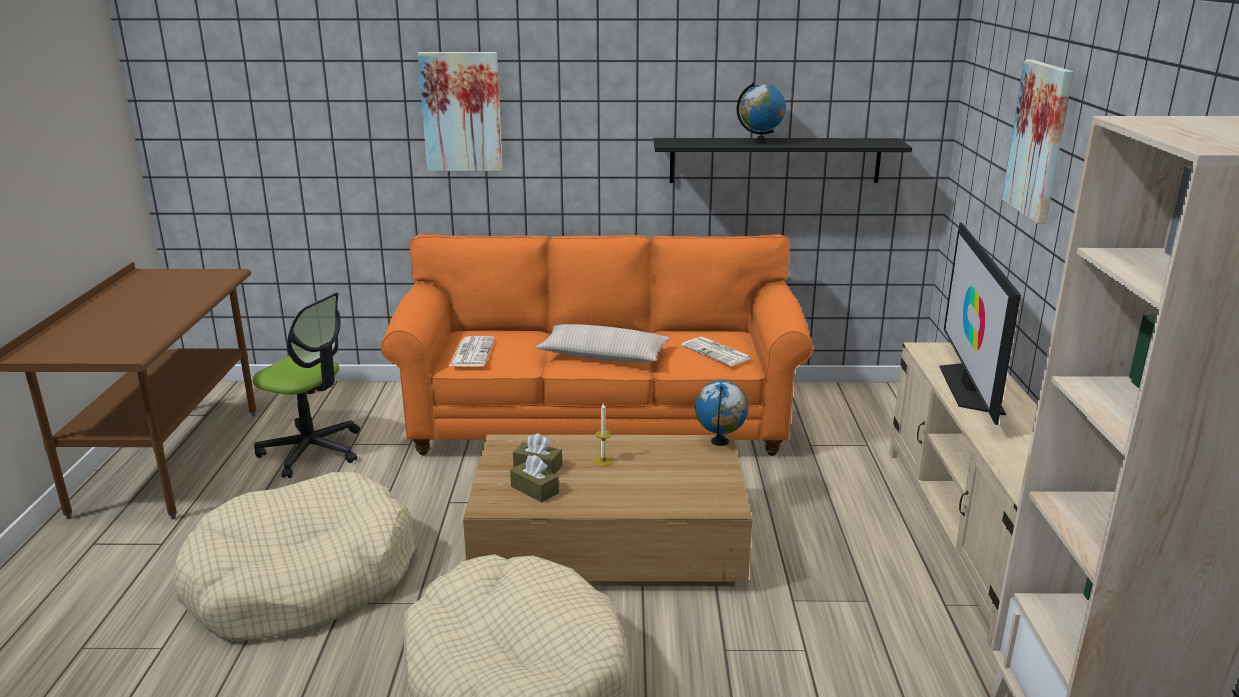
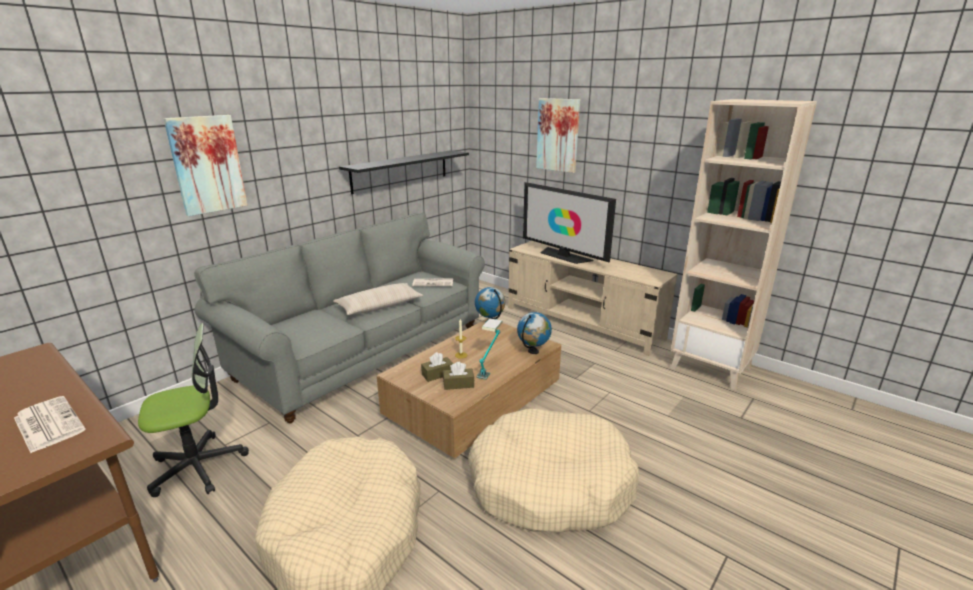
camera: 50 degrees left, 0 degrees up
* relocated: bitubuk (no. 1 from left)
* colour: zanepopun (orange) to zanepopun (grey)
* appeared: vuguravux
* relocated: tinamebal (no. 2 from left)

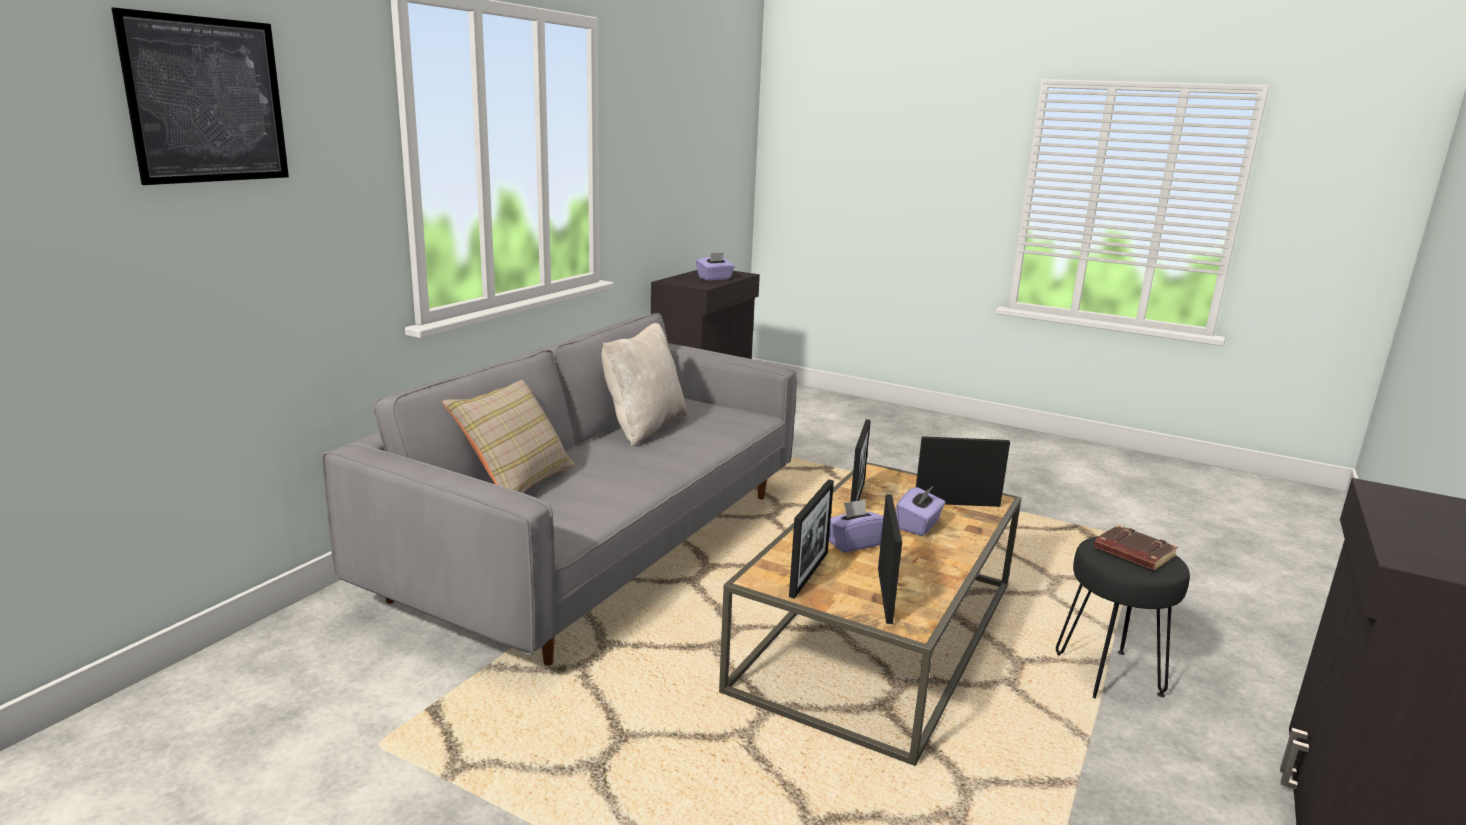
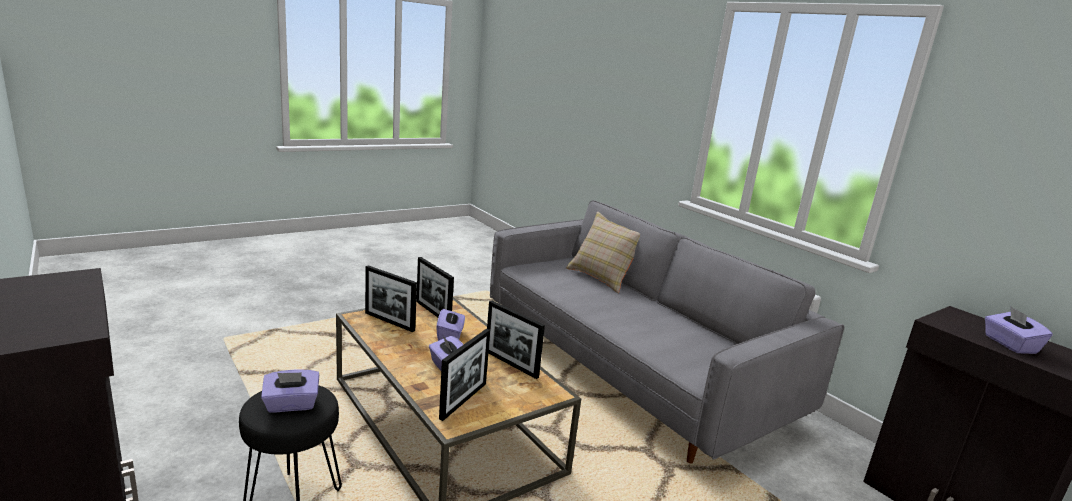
camera: 115 degrees right, 0 degrees up
* exchanged: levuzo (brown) to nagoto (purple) (no. 1 from left)
* missing: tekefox
* missing: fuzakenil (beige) (no. 2 from left)

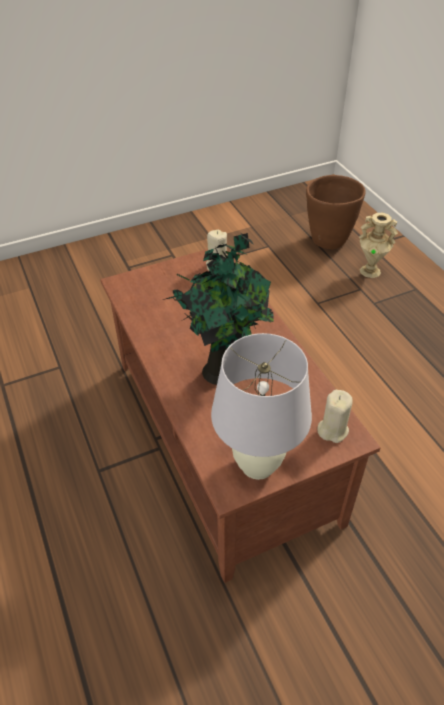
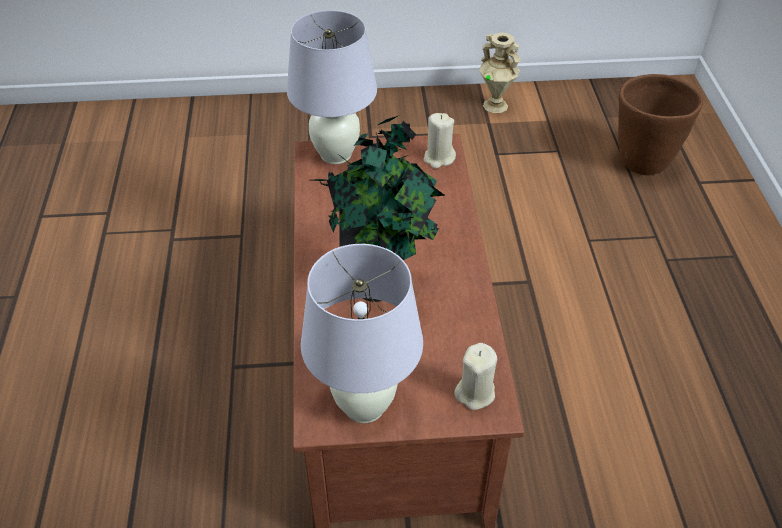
camera: 20 degrees right, 0 degrees up
* appeared: vuguravux (white) (no. 1 from left)
* relocated: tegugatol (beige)

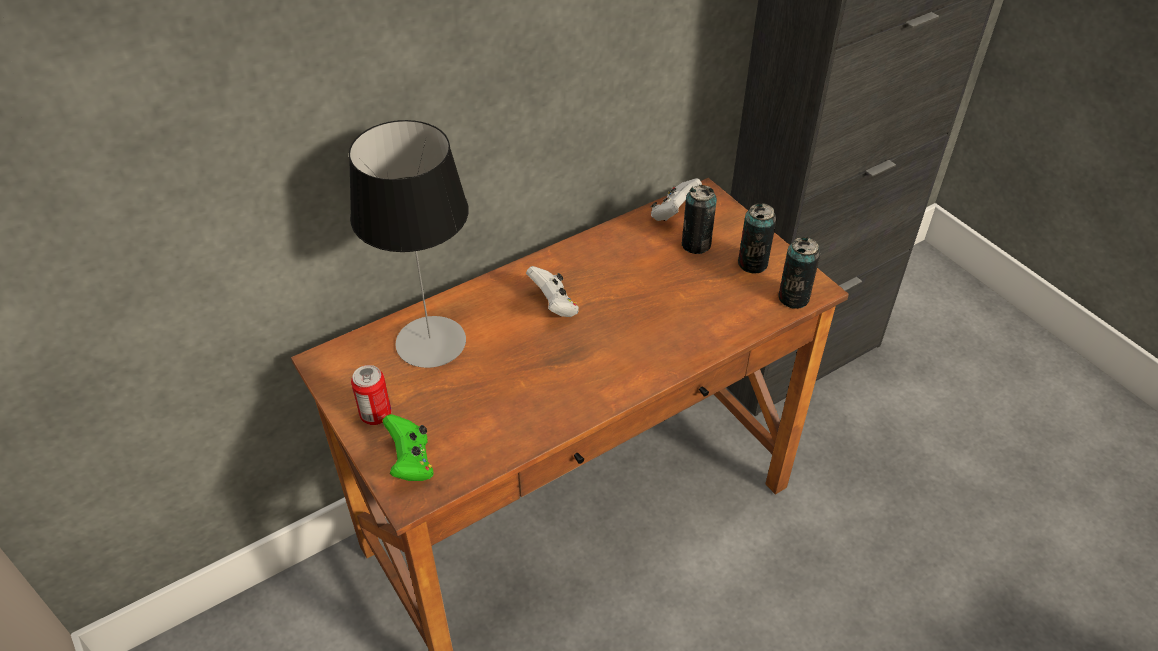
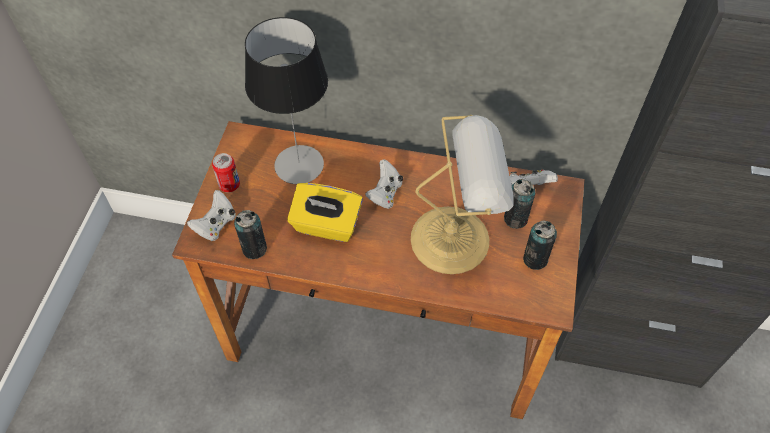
camera: 45 degrees right, 10 degrees up
* colour: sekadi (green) to sekadi (white) (no. 1 from left)
* relocated: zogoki (no. 4 from left in the first image) to zogoki (no. 2 from left)
* appeared: nagoto (yellow)
* appeared: vuguravux (no. 2 from left)

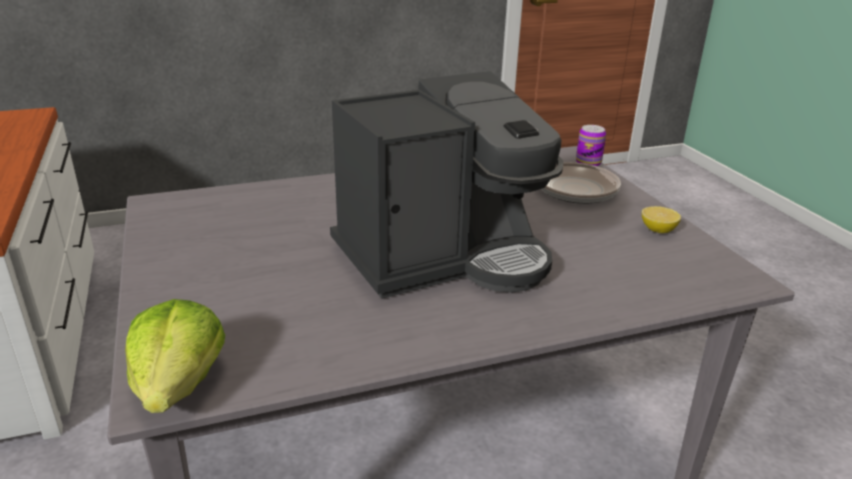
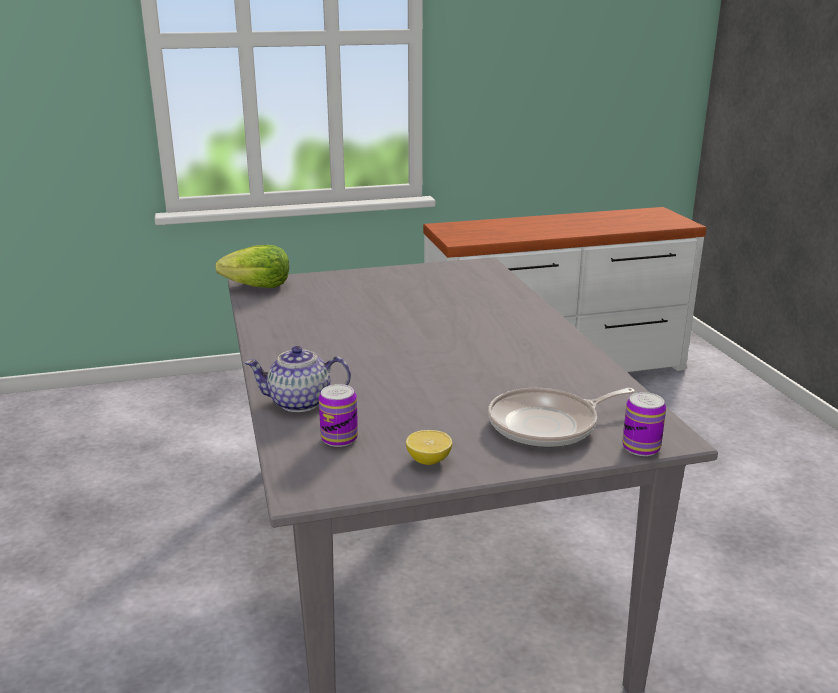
camera: 95 degrees right, 5 degrees down
* appeared: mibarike
* appeared: zogoki (no. 1 from left)
* missing: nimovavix

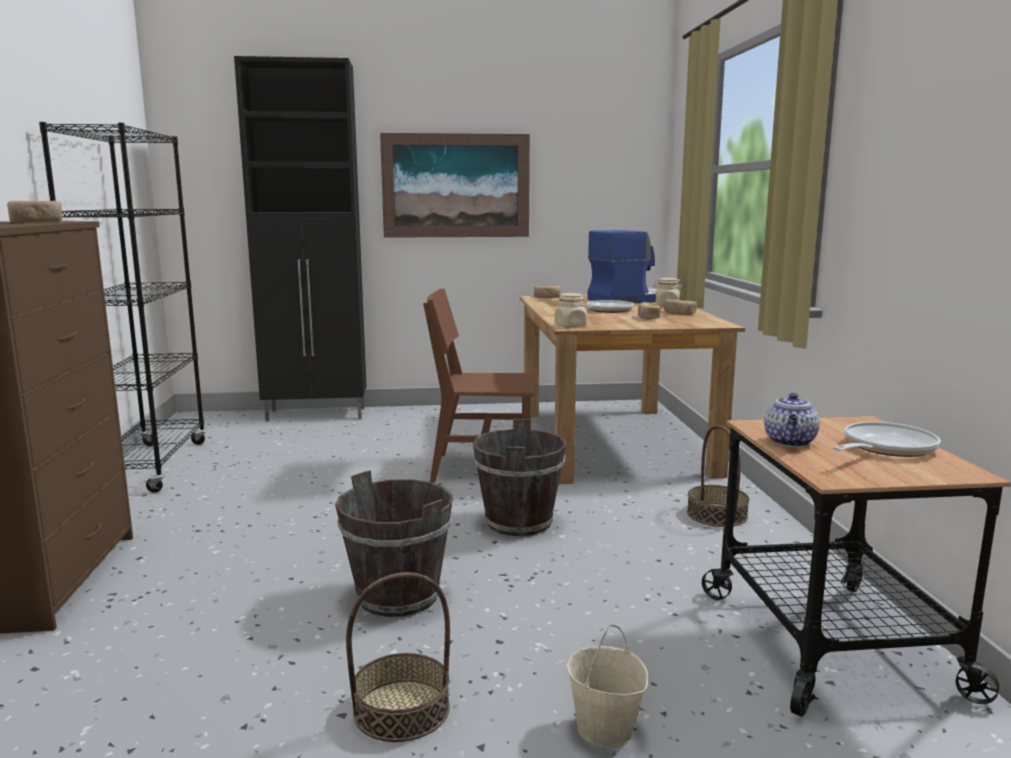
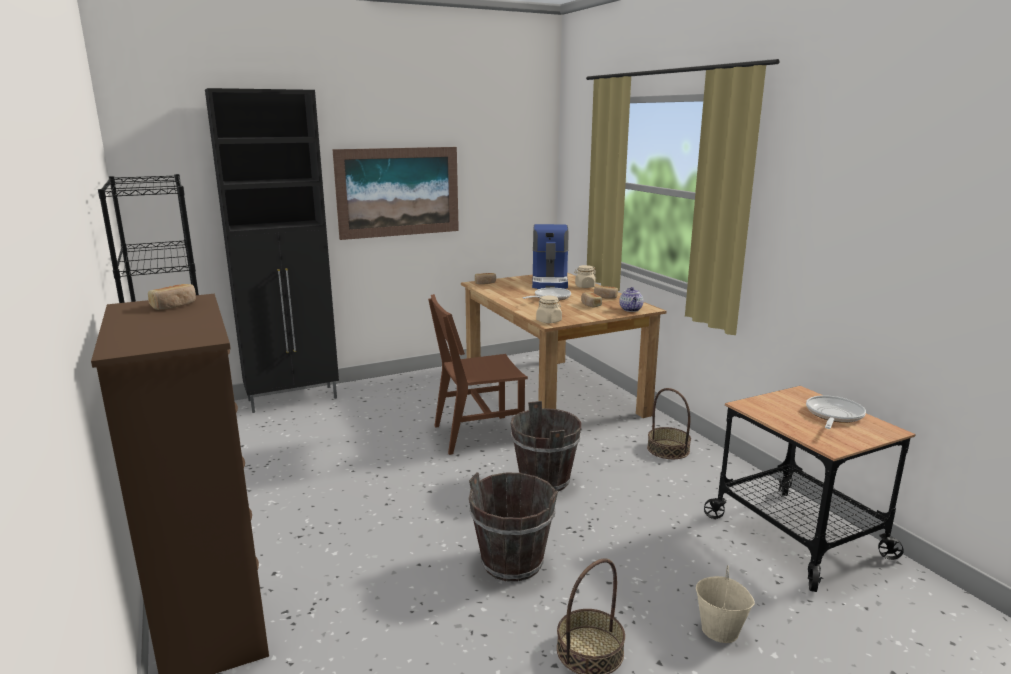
camera: 20 degrees left, 5 degrees up
* spun: nimovavix 135 degrees clockwise
* relocated: mibarike

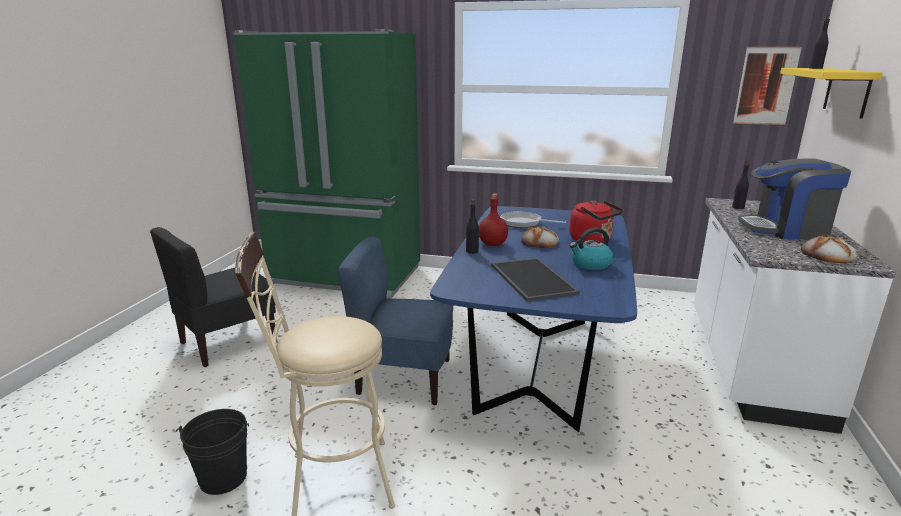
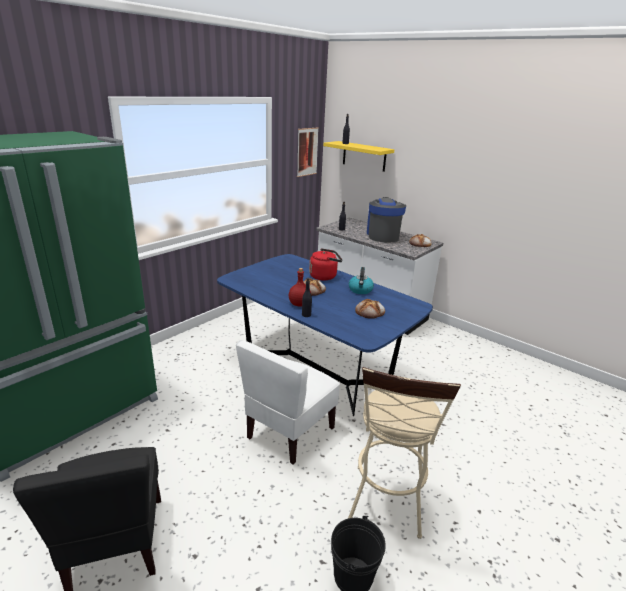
camera: 65 degrees left, 5 degrees up
* colour: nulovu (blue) to nulovu (white)
* exchanged: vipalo to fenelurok (no. 2 from left)
* spun: nimovavix 150 degrees clockwise
* missing: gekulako

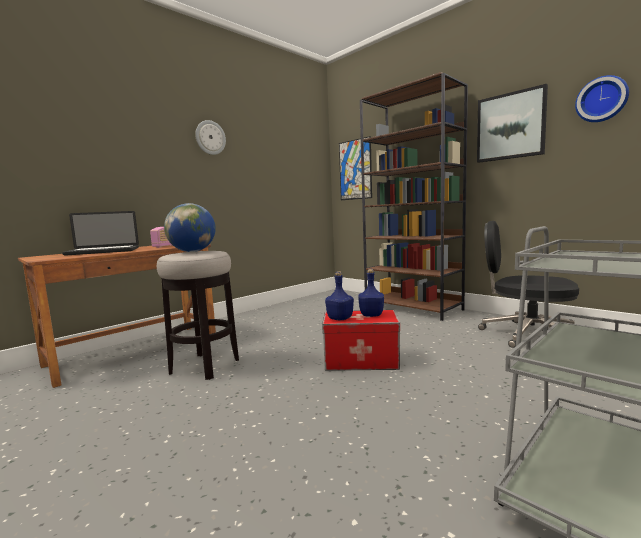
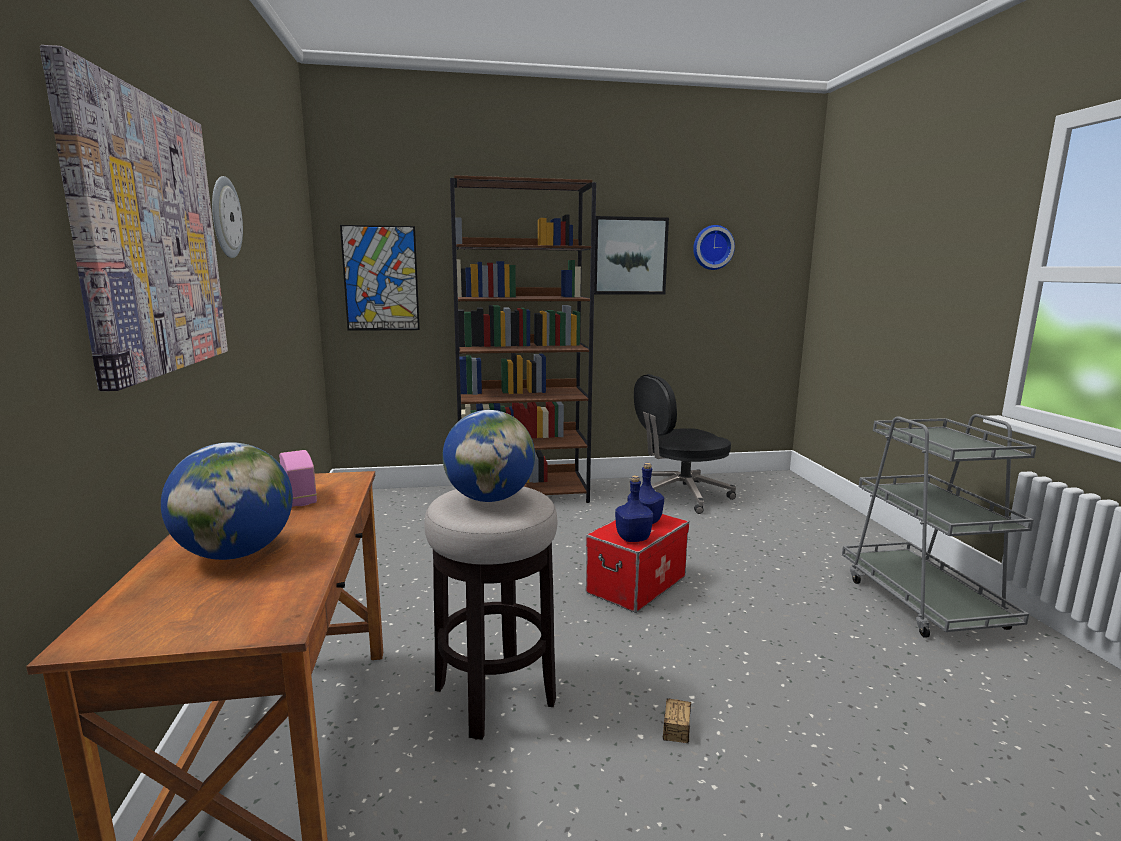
camera: 55 degrees left, 5 degrees up
* appeared: tekefox (no. 1 from left)
* exchanged: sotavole to tinamebal (no. 1 from left)
* appeared: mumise (no. 2 from left)

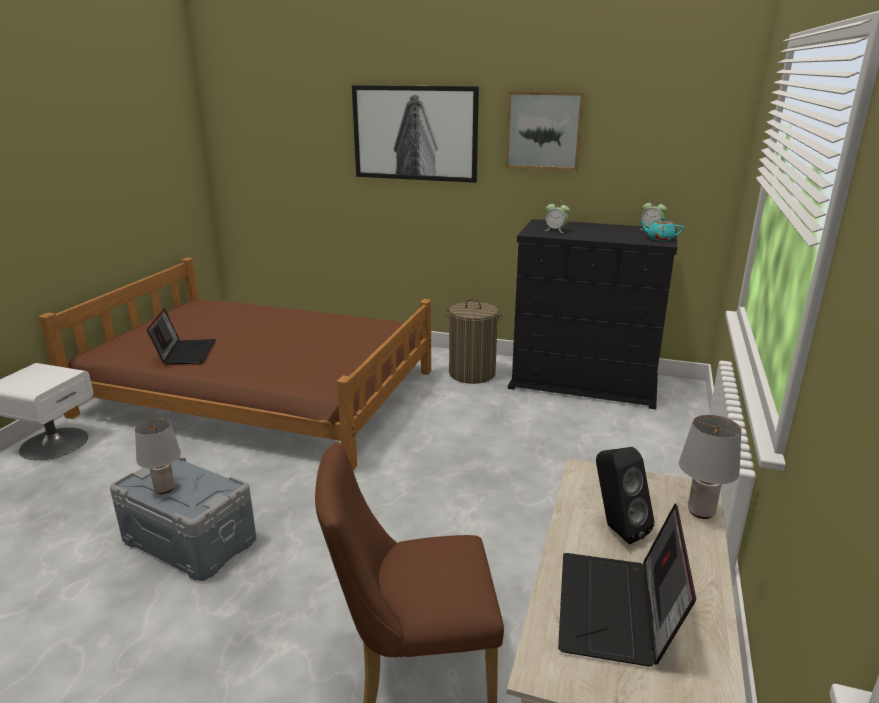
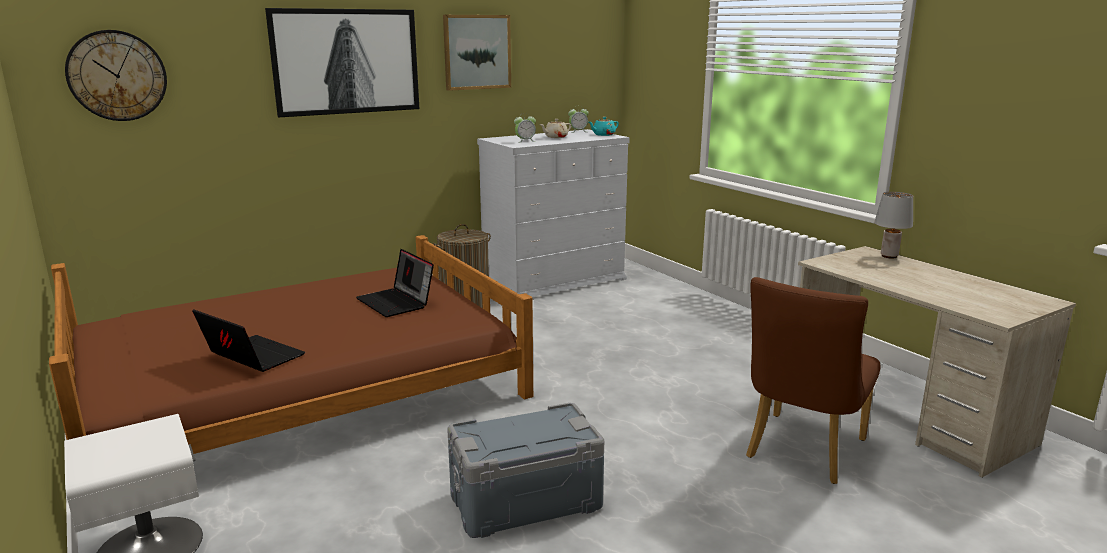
camera: 50 degrees left, 5 degrees down
* appeared: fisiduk
* relocated: sotavole (no. 2 from left)
* colour: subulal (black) to subulal (white)
* appeared: mibarike (beige)
* missing: vuguravux (grey) (no. 1 from left)
* missing: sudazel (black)

